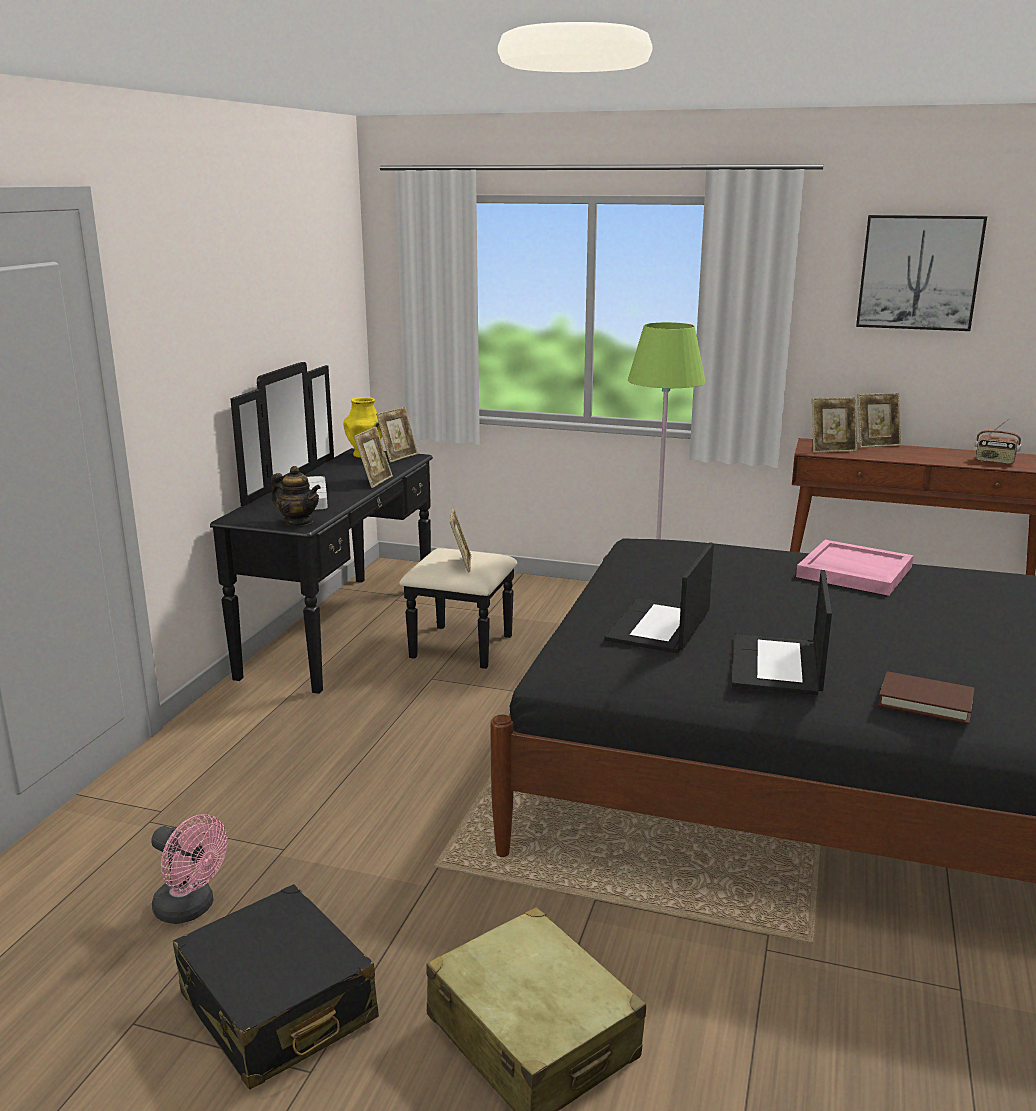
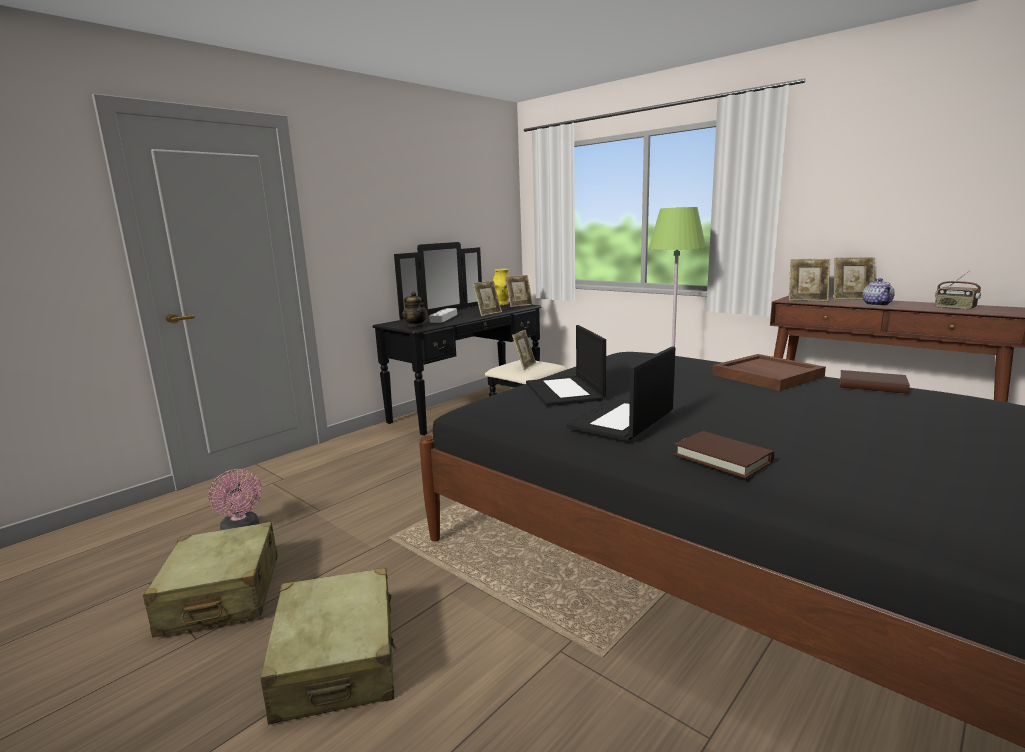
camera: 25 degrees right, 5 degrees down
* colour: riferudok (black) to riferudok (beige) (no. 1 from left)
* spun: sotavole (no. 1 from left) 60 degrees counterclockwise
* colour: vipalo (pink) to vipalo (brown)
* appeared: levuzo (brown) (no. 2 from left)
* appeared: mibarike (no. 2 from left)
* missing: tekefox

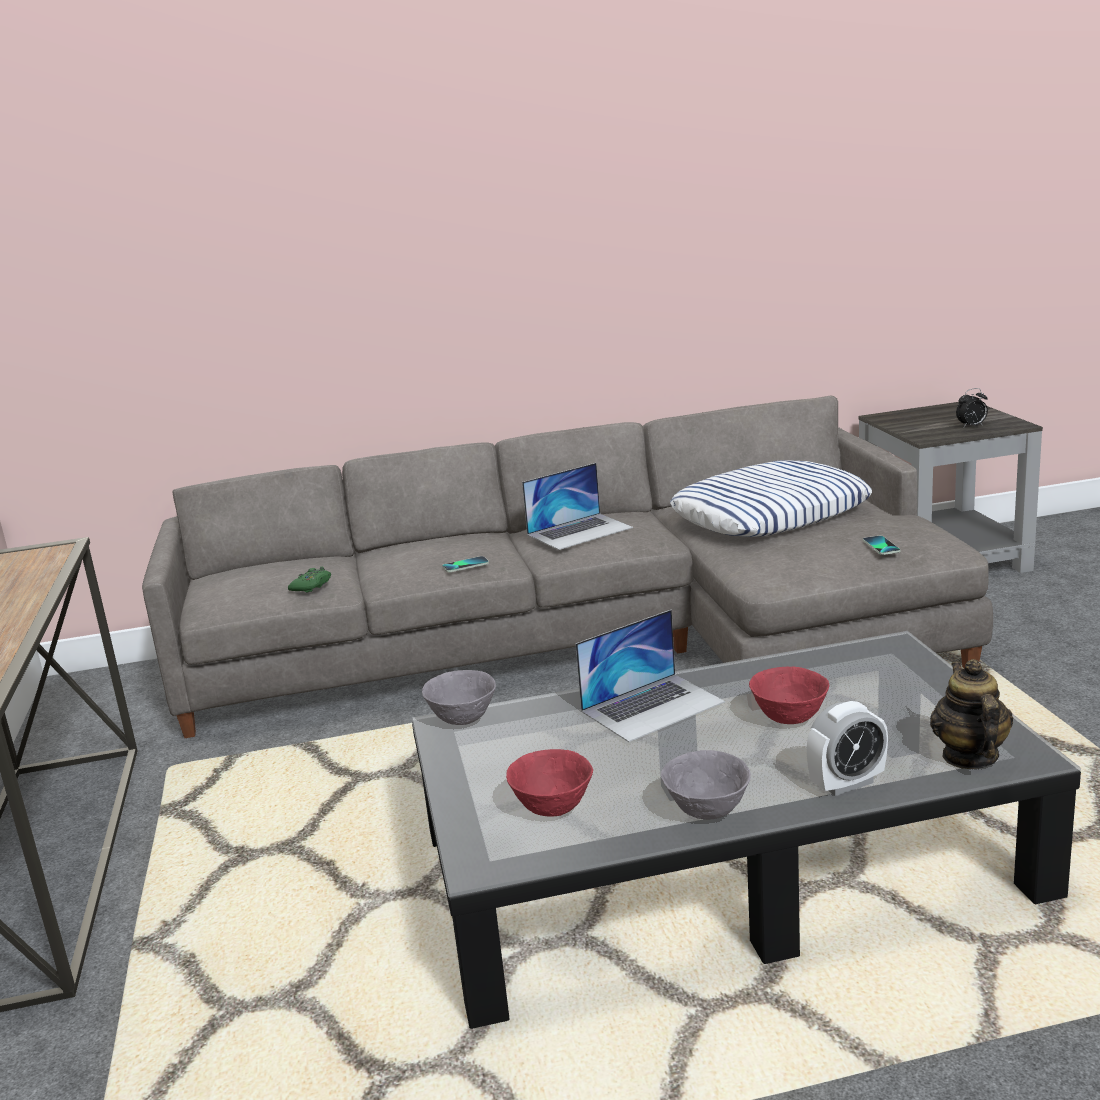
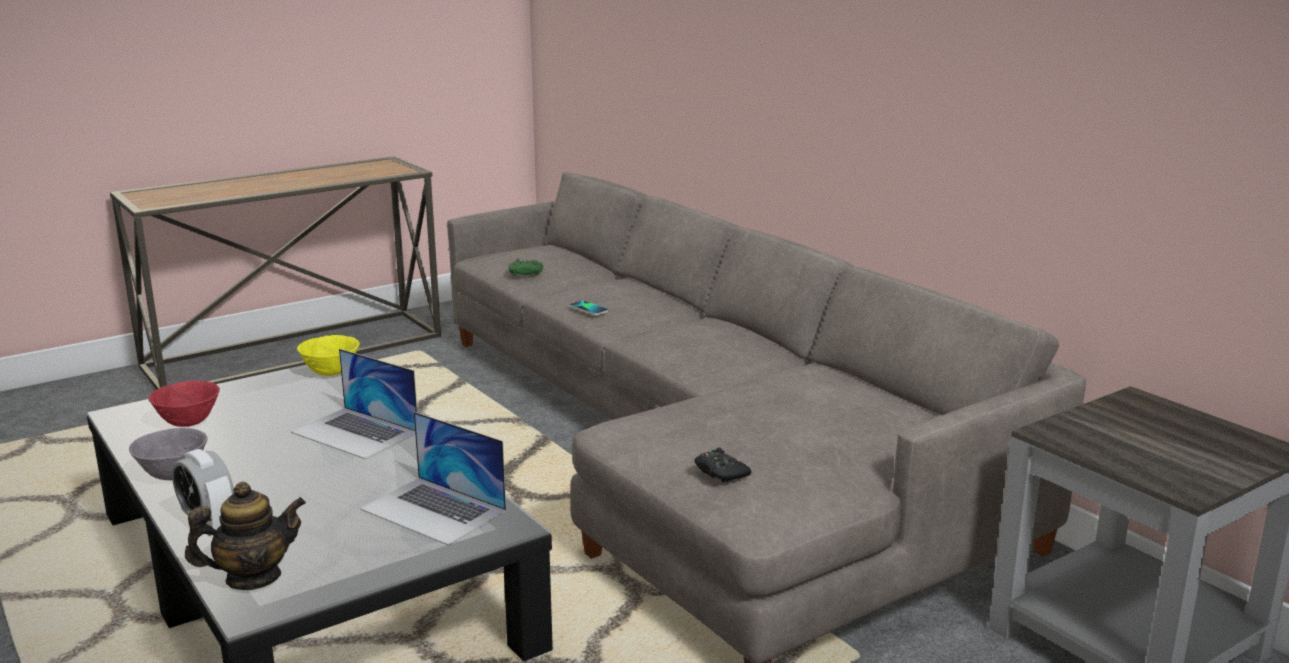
camera: 65 degrees right, 0 degrees up
* colour: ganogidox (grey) (no. 1 from left) to ganogidox (yellow)
* relocated: sotavole (no. 1 from left in the first image) to sotavole (no. 2 from left)
* exchanged: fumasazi (no. 2 from left) to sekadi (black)
* missing: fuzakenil
* missing: ganogidox (red) (no. 2 from left)
* missing: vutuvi (no. 2 from left)

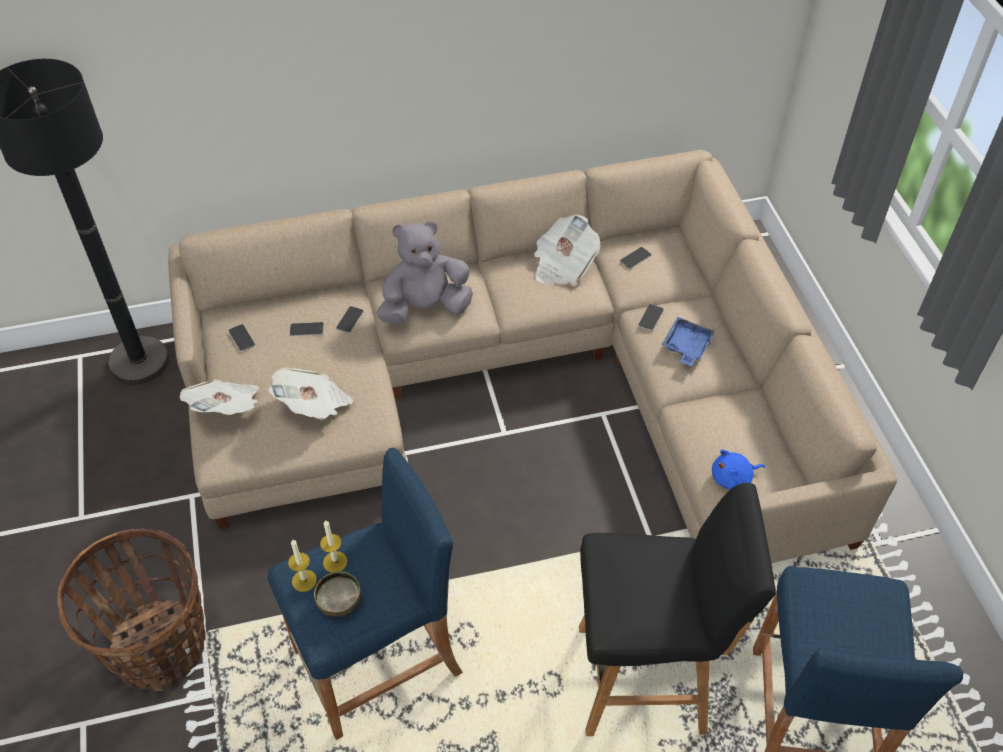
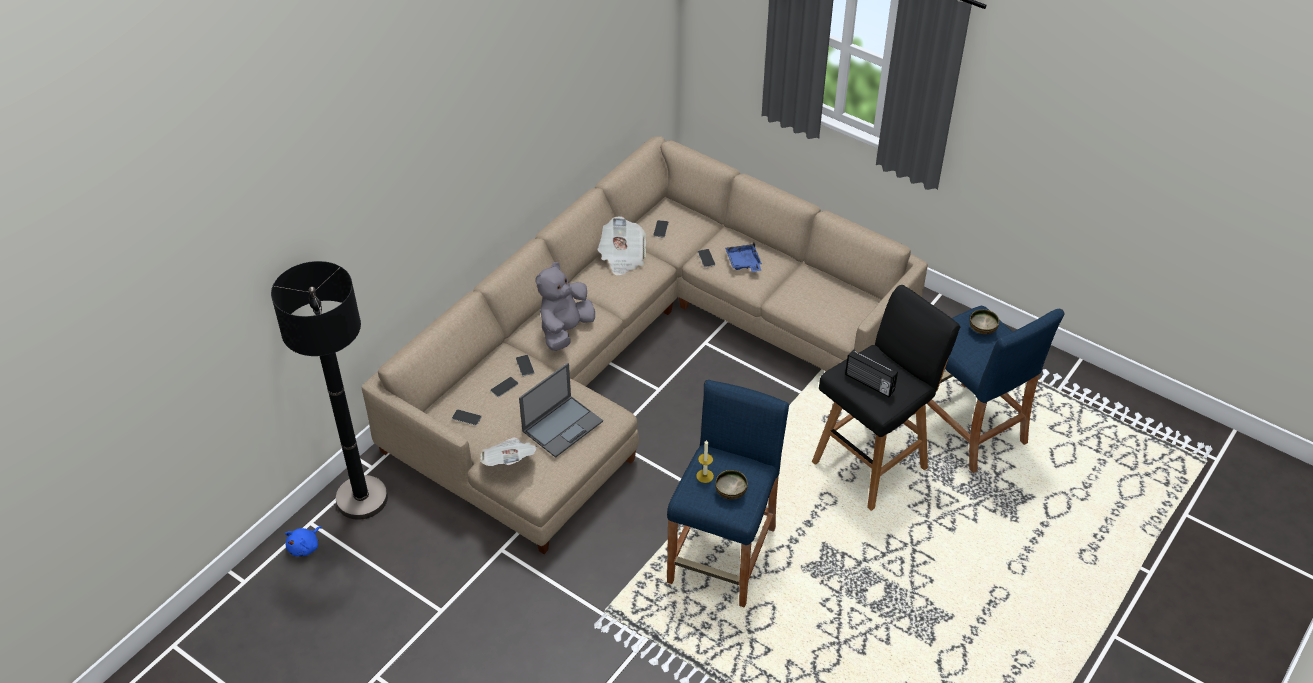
camera: 40 degrees left, 5 degrees down
* relocated: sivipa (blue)
* exchanged: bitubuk (no. 2 from left) to sotavole
* appeared: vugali
* appeared: ganogidox (no. 2 from left)
* missing: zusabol
* missing: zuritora (no. 1 from left)

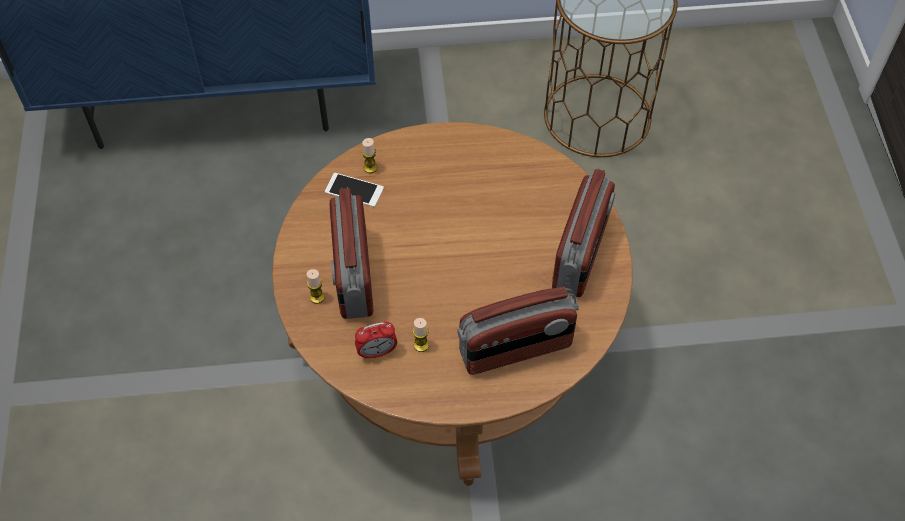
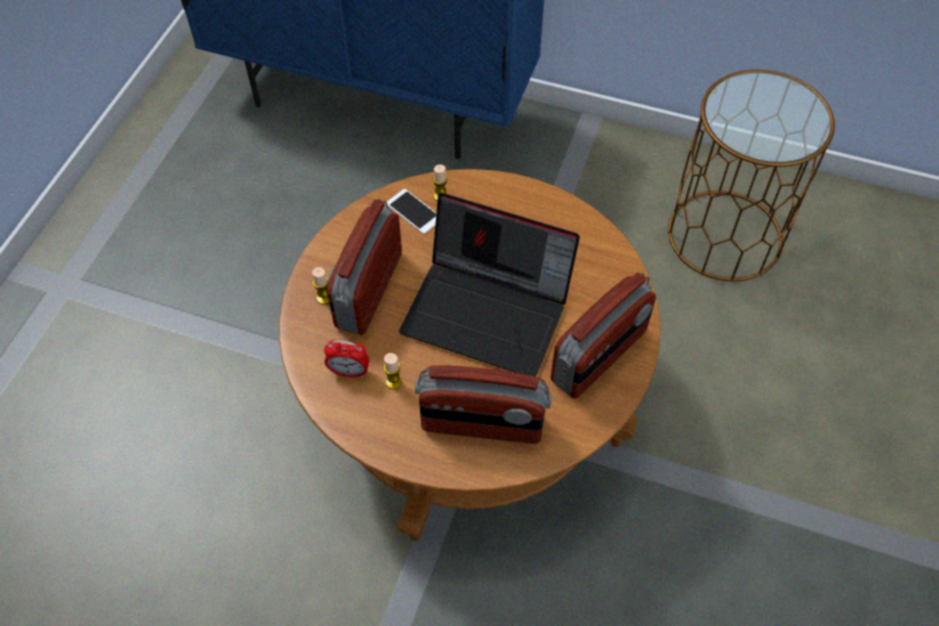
camera: 25 degrees right, 0 degrees up
* appeared: sotavole

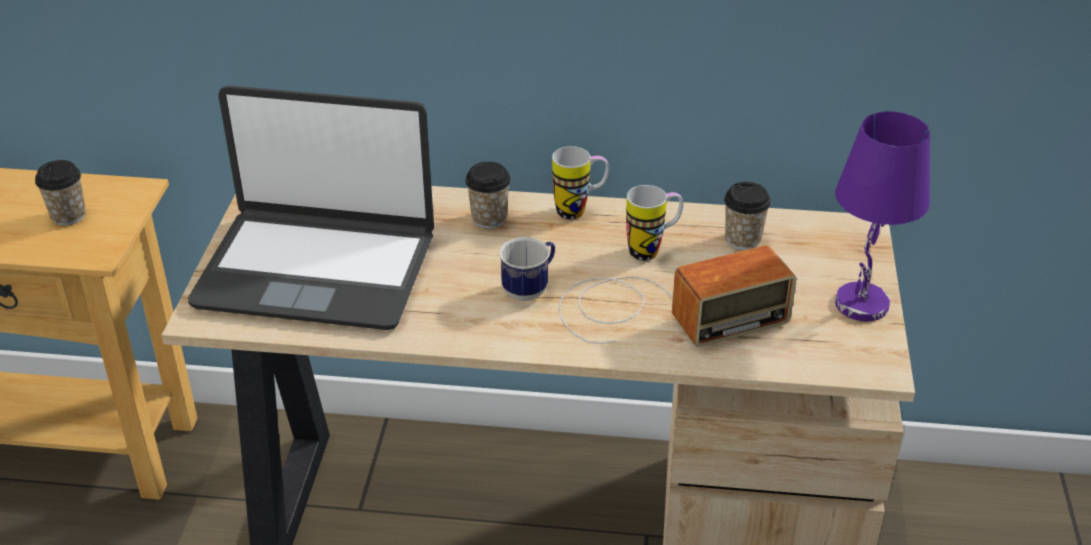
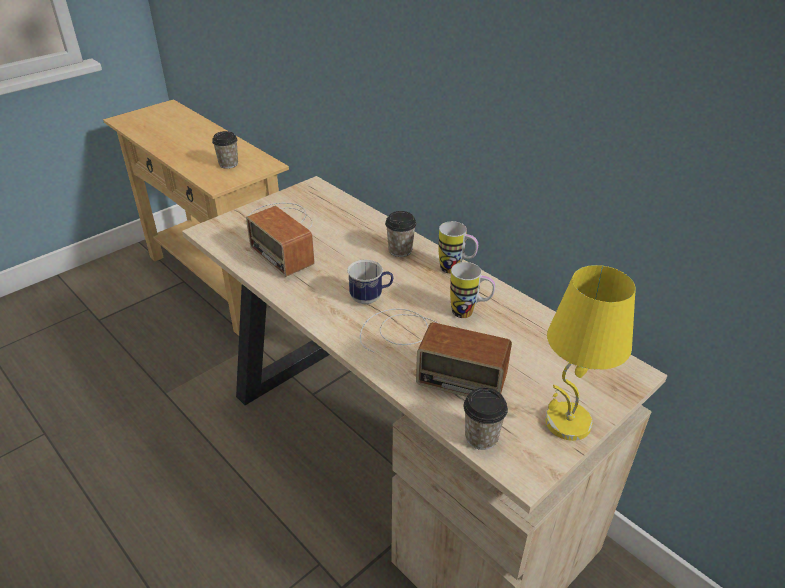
camera: 40 degrees right, 0 degrees up
* exchanged: sotavole to vugali (no. 1 from left)
* relocated: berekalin (no. 3 from left)
* colour: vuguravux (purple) to vuguravux (yellow)

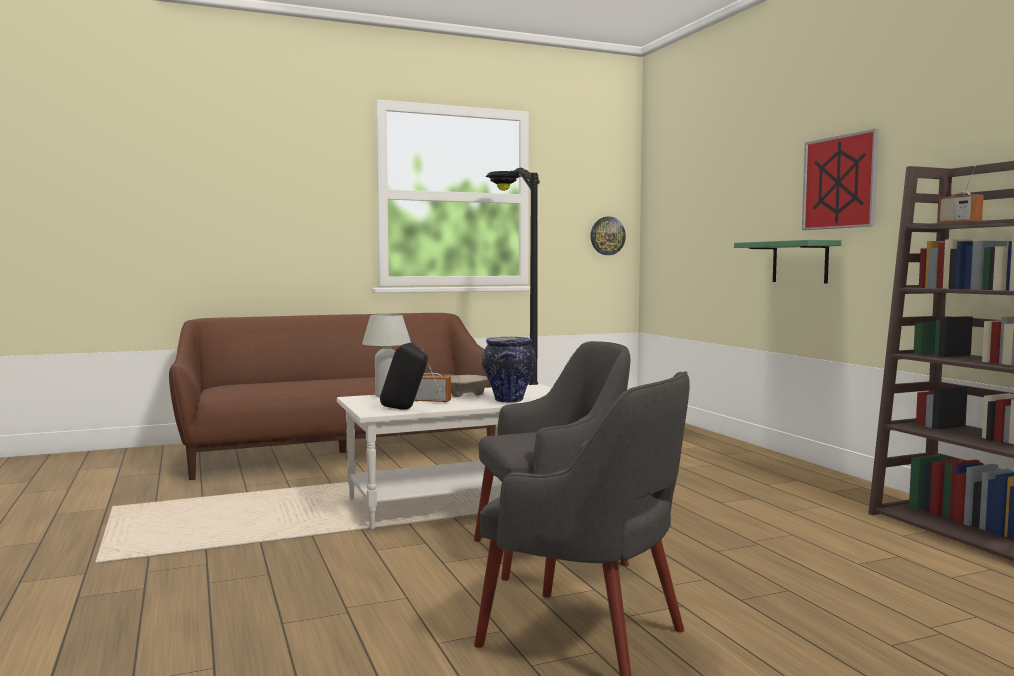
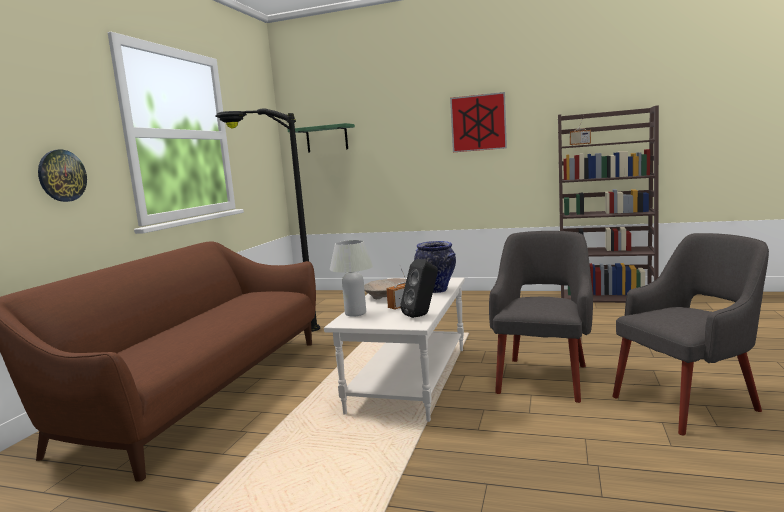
camera: 50 degrees left, 5 degrees up
* relocated: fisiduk
* relocated: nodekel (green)

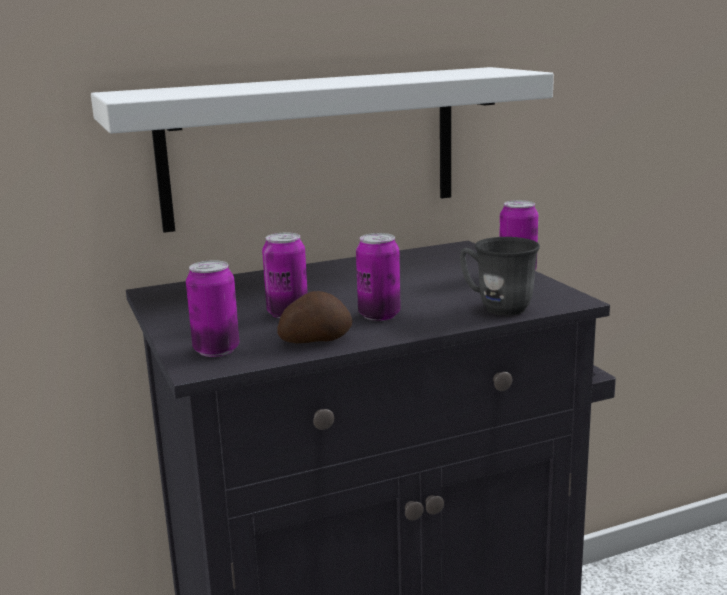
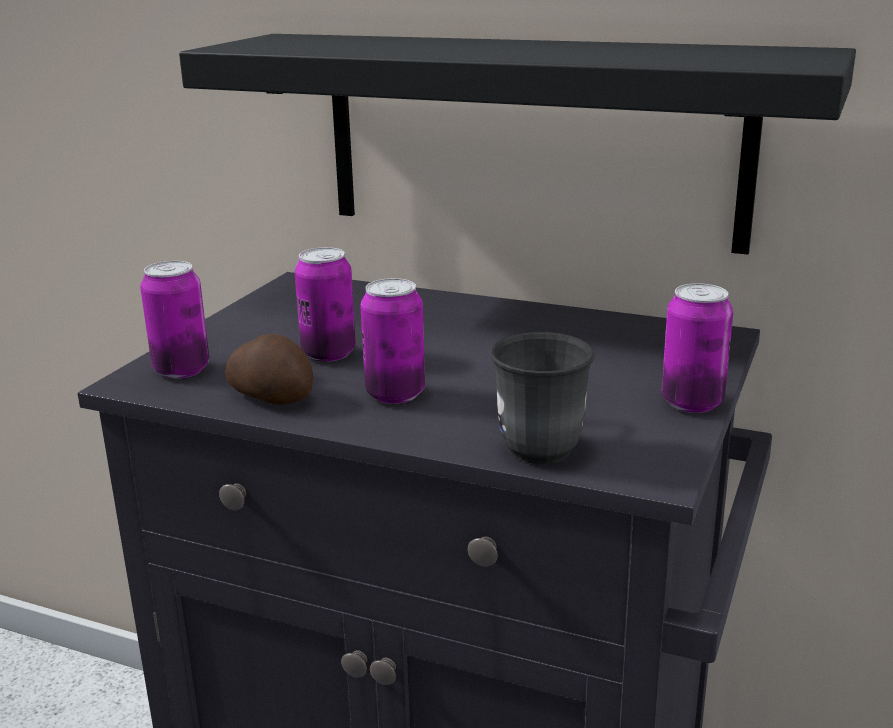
camera: 45 degrees right, 5 degrees up
* colour: nodekel (white) to nodekel (black)

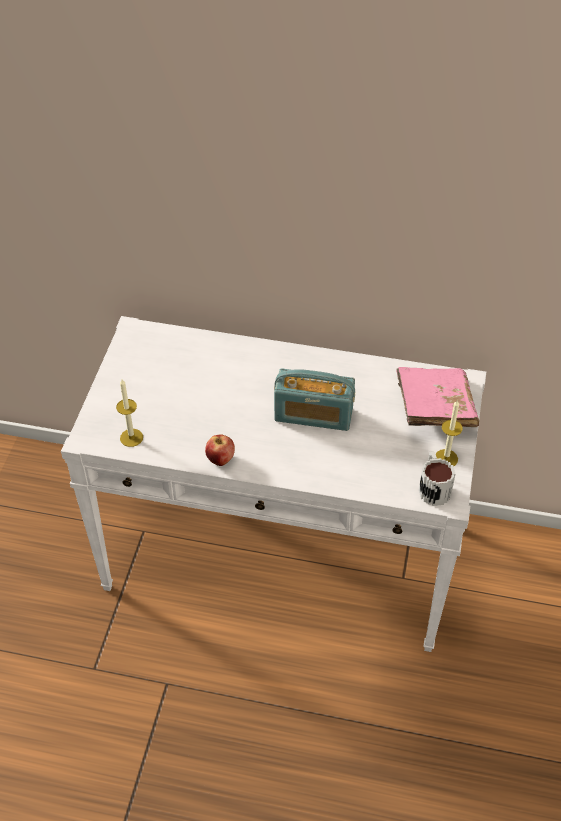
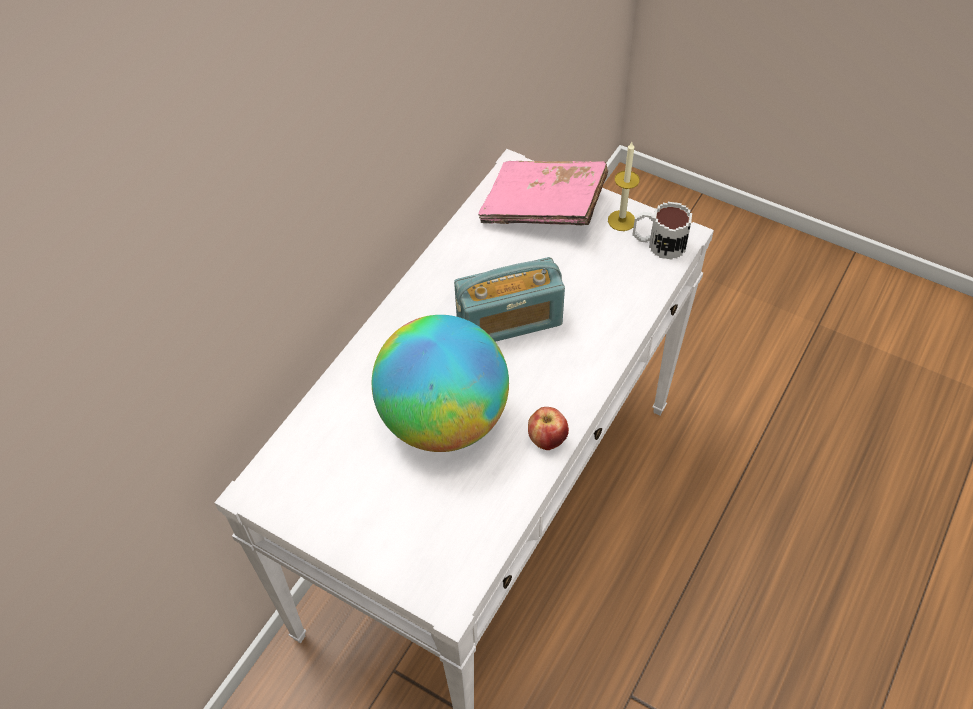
camera: 70 degrees left, 5 degrees up
* appeared: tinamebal
* spun: vugali 45 degrees clockwise
* missing: zuritora (no. 1 from left)

